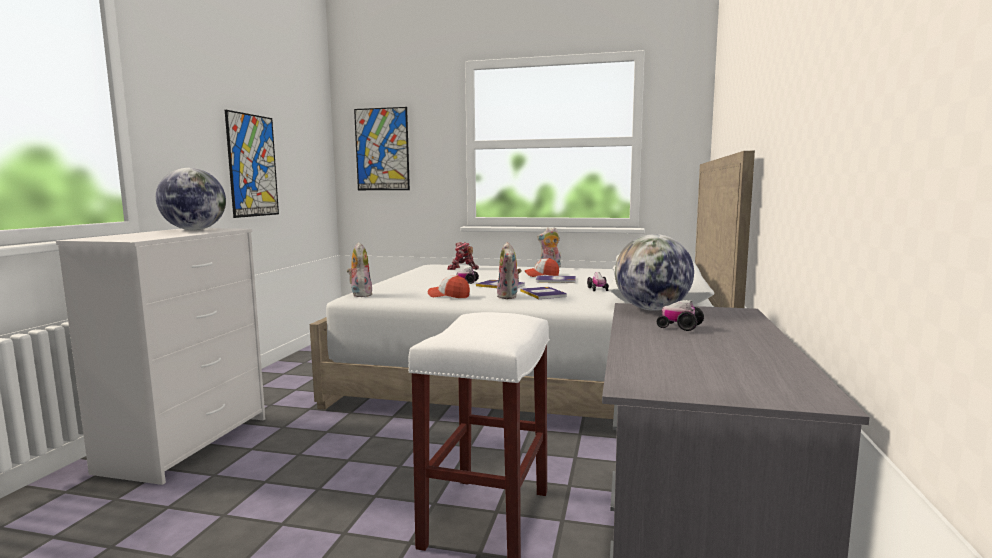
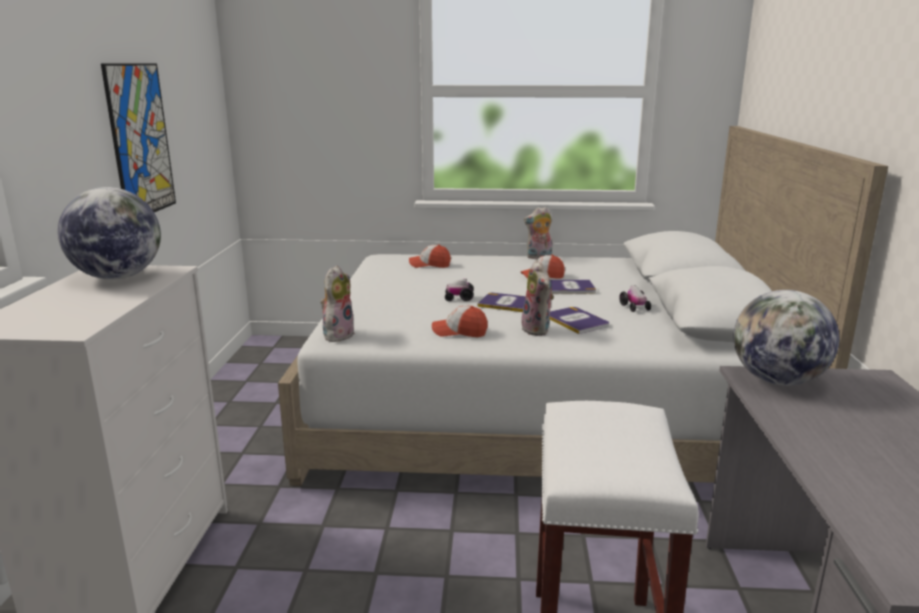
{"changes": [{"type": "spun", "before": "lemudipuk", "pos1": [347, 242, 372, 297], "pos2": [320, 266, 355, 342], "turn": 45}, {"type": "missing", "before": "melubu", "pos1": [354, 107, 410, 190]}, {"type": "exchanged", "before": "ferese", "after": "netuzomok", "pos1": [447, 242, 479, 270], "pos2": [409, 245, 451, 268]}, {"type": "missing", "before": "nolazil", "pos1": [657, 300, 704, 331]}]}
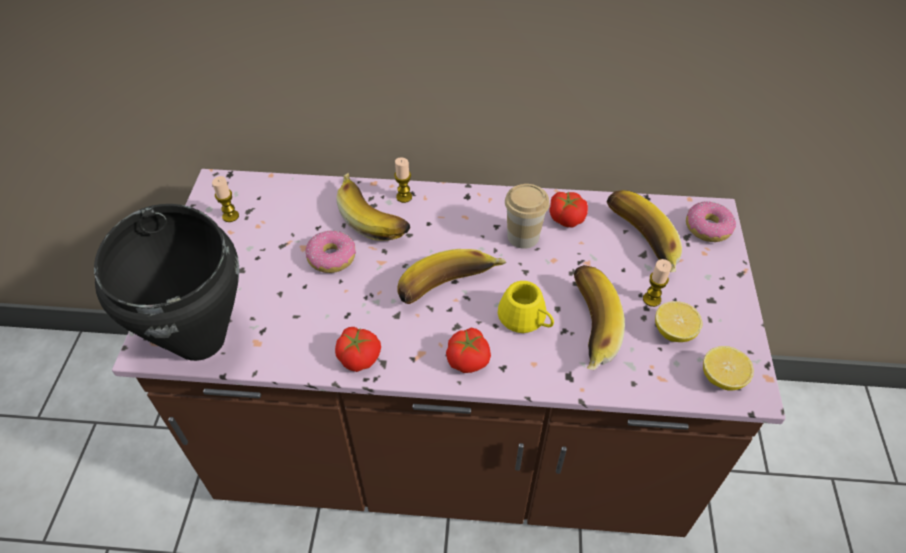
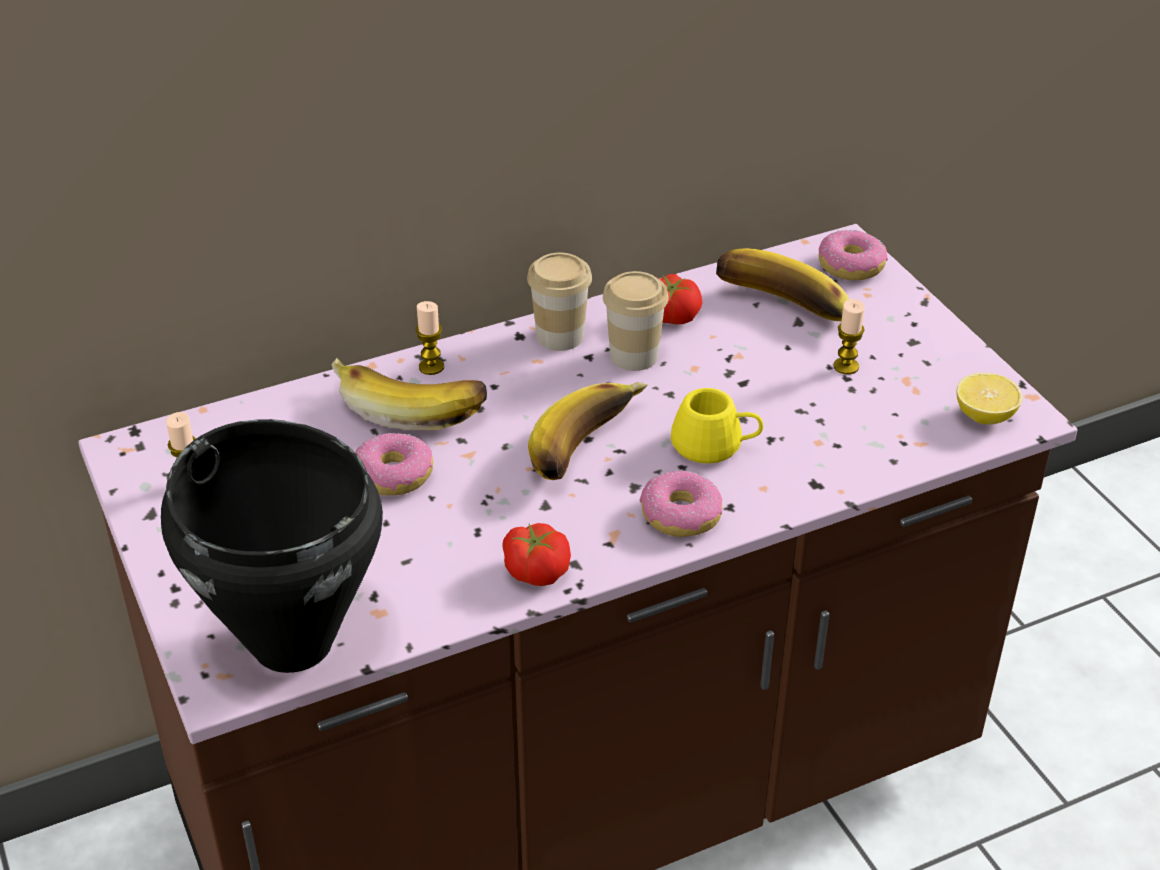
{"changes": [{"type": "exchanged", "before": "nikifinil", "after": "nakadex", "pos1": [446, 328, 491, 373], "pos2": [640, 470, 722, 537]}, {"type": "missing", "before": "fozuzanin", "pos1": [574, 265, 625, 370]}, {"type": "missing", "before": "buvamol", "pos1": [655, 301, 702, 342]}, {"type": "appeared", "after": "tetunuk", "pos2": [527, 253, 592, 351]}]}
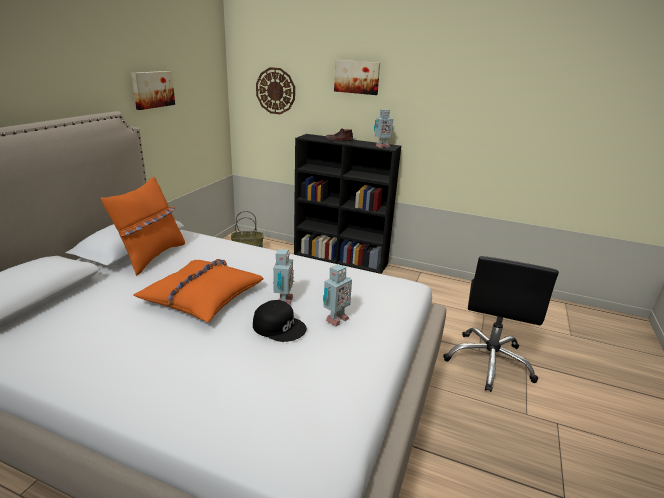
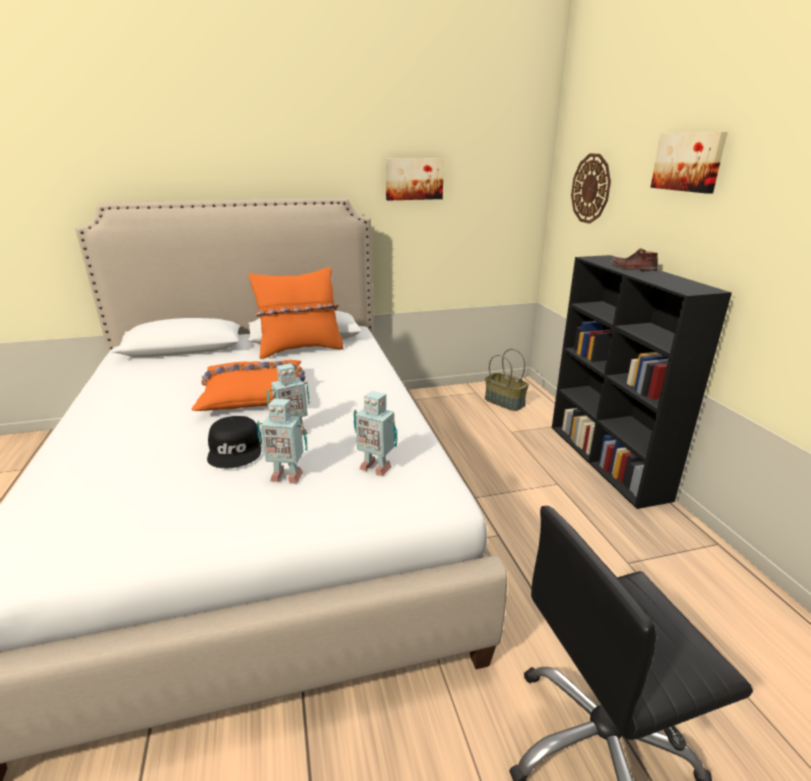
{"changes": [{"type": "relocated", "before": "ferese", "pos1": [374, 109, 393, 148], "pos2": [354, 391, 397, 476]}]}
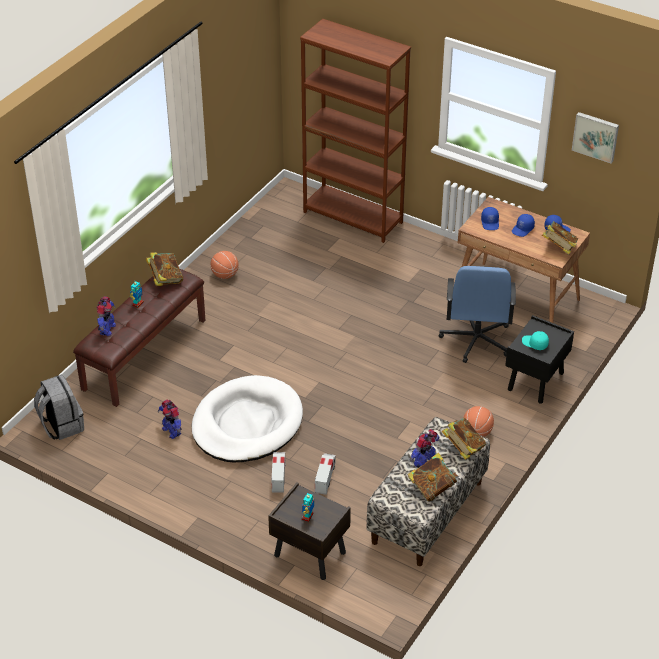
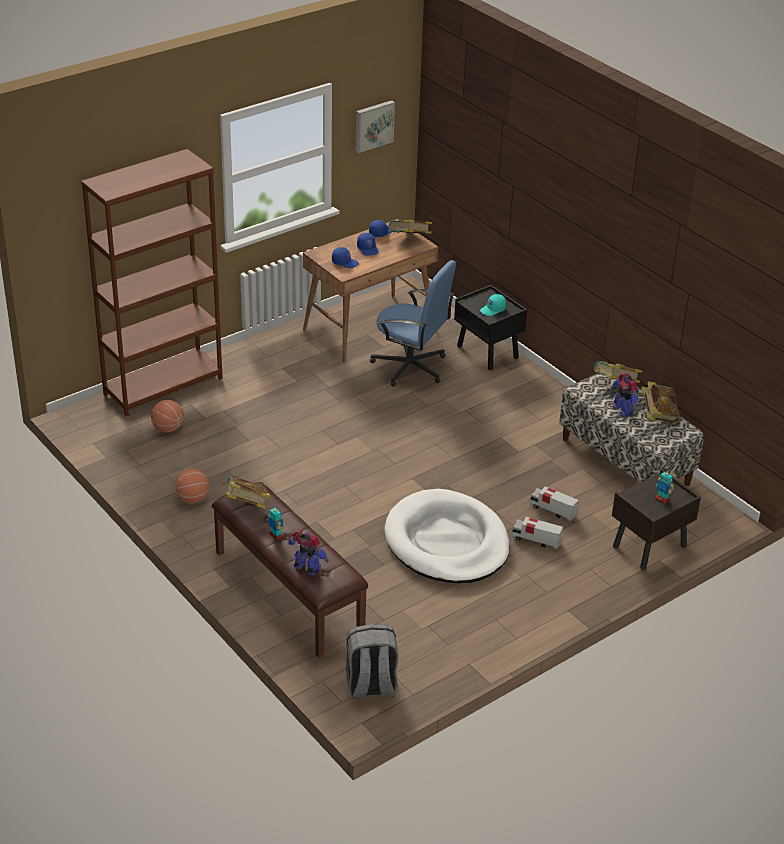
{"changes": [{"type": "missing", "before": "ferese", "pos1": [158, 400, 182, 439]}, {"type": "relocated", "before": "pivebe", "pos1": [463, 406, 494, 437], "pos2": [151, 400, 184, 433]}]}
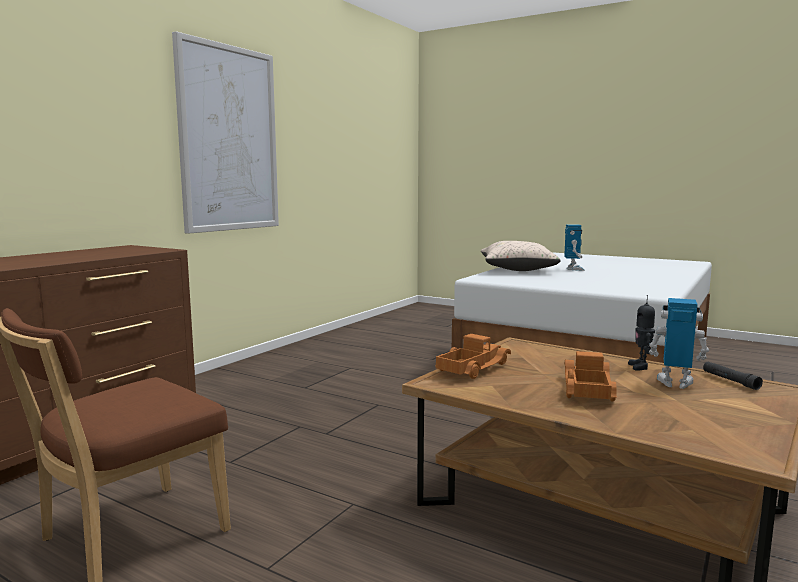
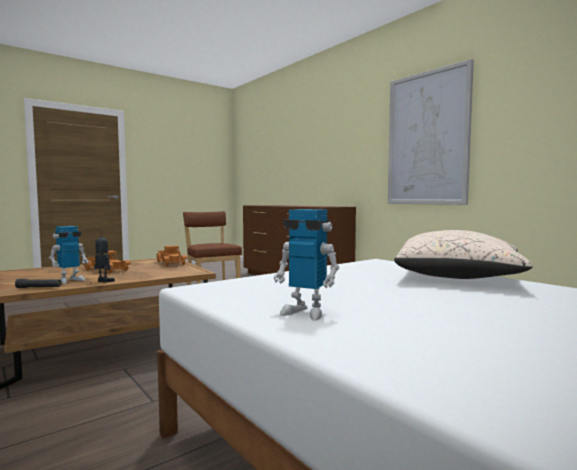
{"changes": [{"type": "relocated", "before": "ferese", "pos1": [564, 225, 585, 271], "pos2": [274, 209, 339, 321]}]}
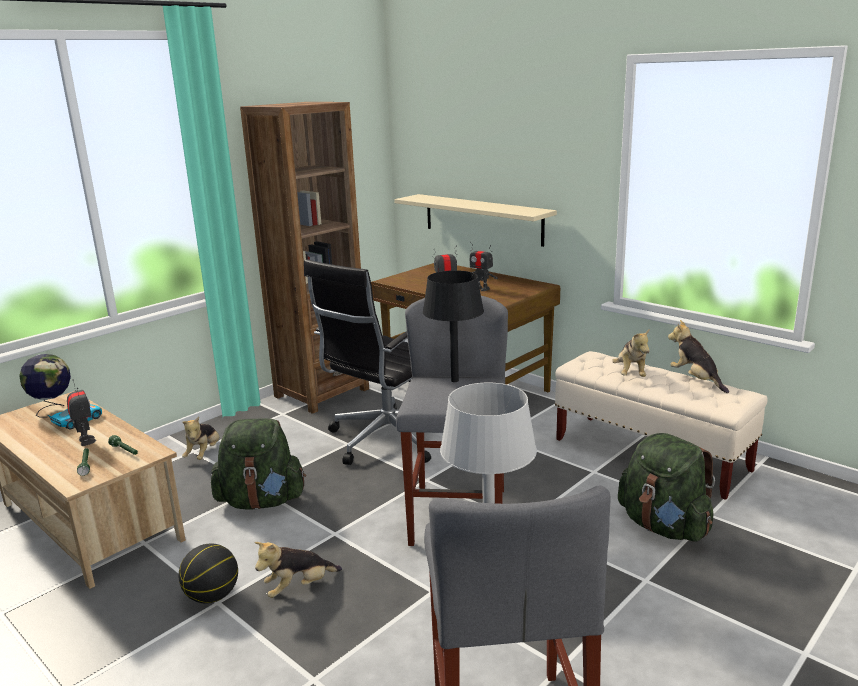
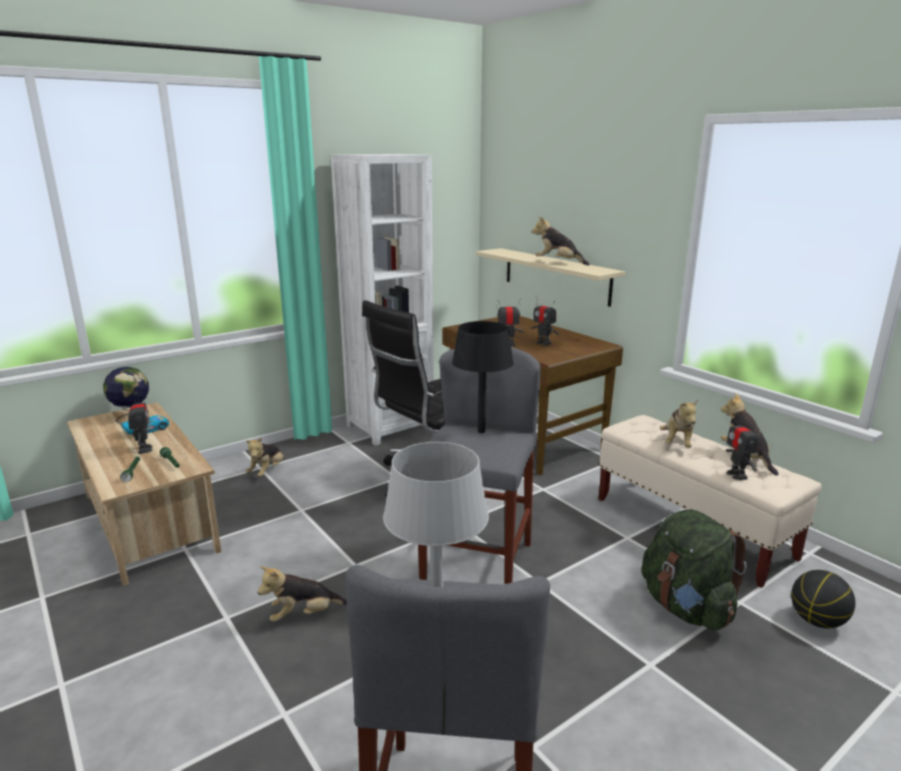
{"changes": [{"type": "relocated", "before": "pivebe", "pos1": [179, 543, 238, 603], "pos2": [791, 570, 855, 628]}, {"type": "missing", "before": "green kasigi", "pos1": [211, 418, 306, 510]}, {"type": "colour", "before": "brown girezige", "after": "white girezige", "pos1": [240, 102, 369, 414], "pos2": [331, 154, 434, 446]}, {"type": "appeared", "after": "lemudipuk", "pos2": [531, 217, 590, 266]}, {"type": "appeared", "after": "ferese", "pos2": [726, 412, 759, 480]}]}
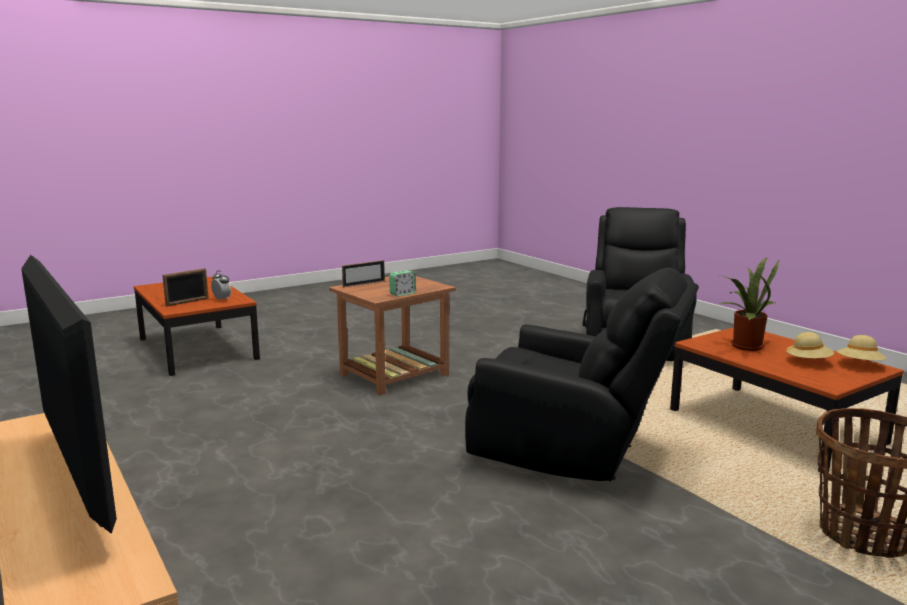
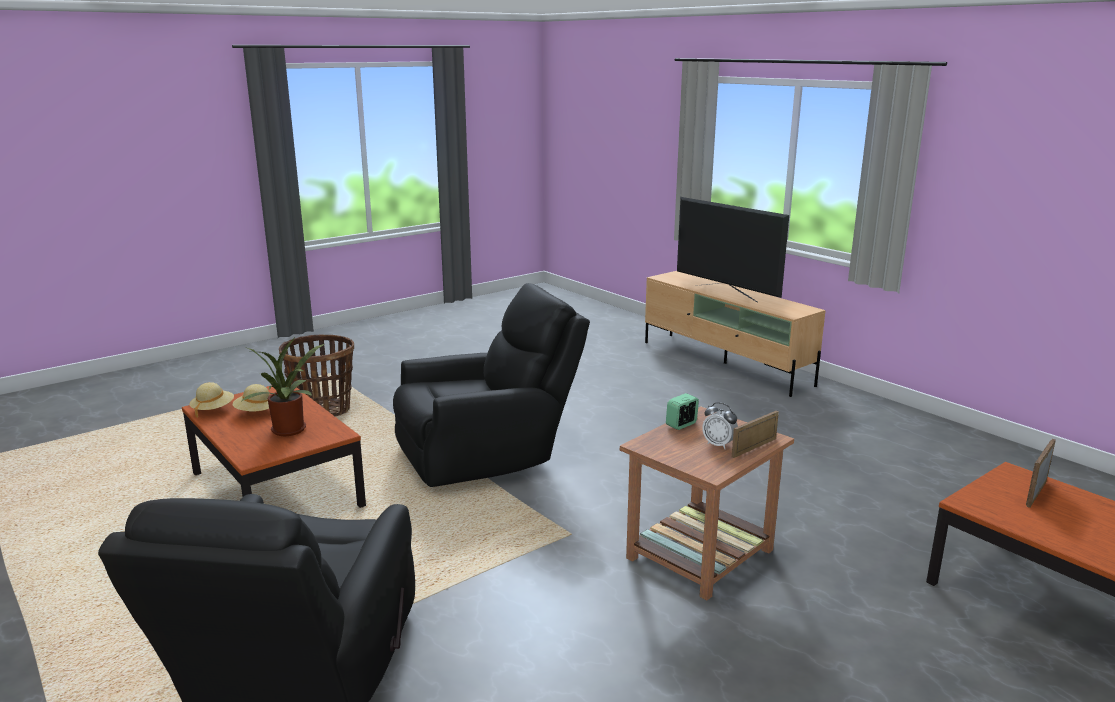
{"changes": [{"type": "relocated", "before": "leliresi", "pos1": [211, 271, 231, 300], "pos2": [702, 402, 738, 449]}, {"type": "spun", "before": "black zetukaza", "pos1": [465, 268, 699, 481], "pos2": [393, 283, 590, 487], "turn": 135}]}
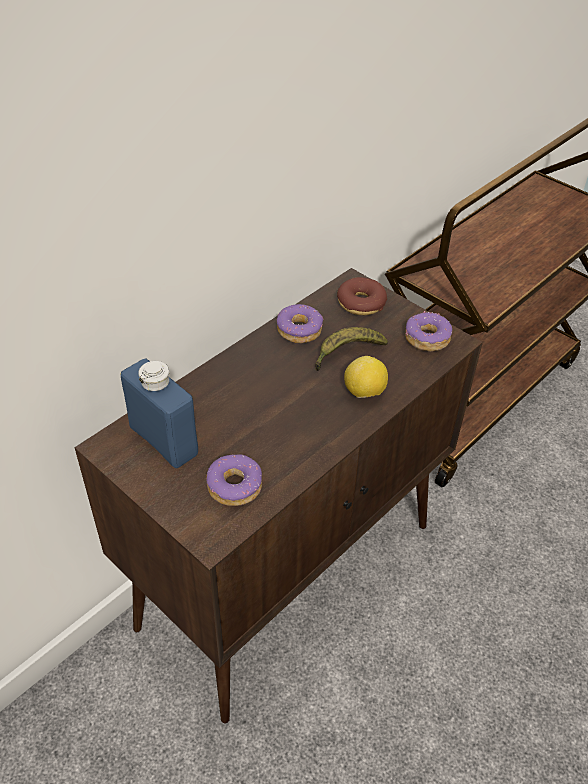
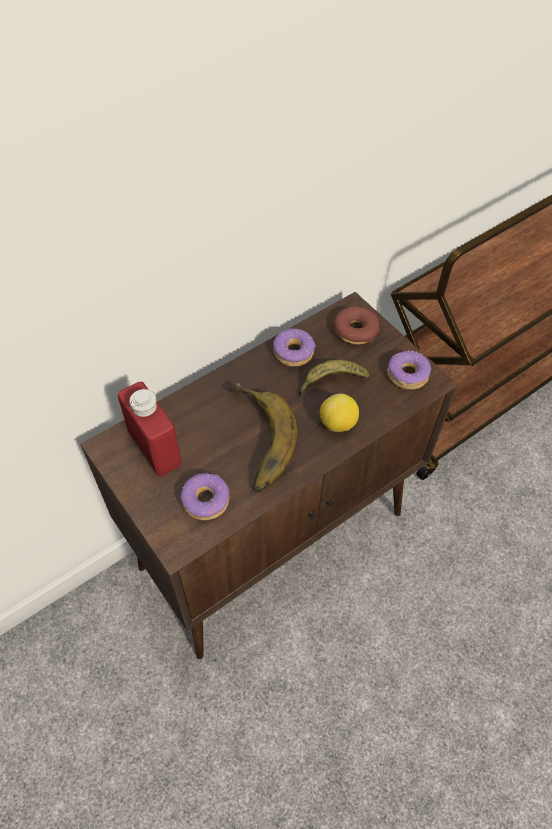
{"changes": [{"type": "colour", "before": "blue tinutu", "after": "red tinutu", "pos1": [120, 359, 198, 468], "pos2": [118, 382, 182, 476]}, {"type": "appeared", "after": "fozuzanin", "pos2": [229, 383, 298, 492]}]}
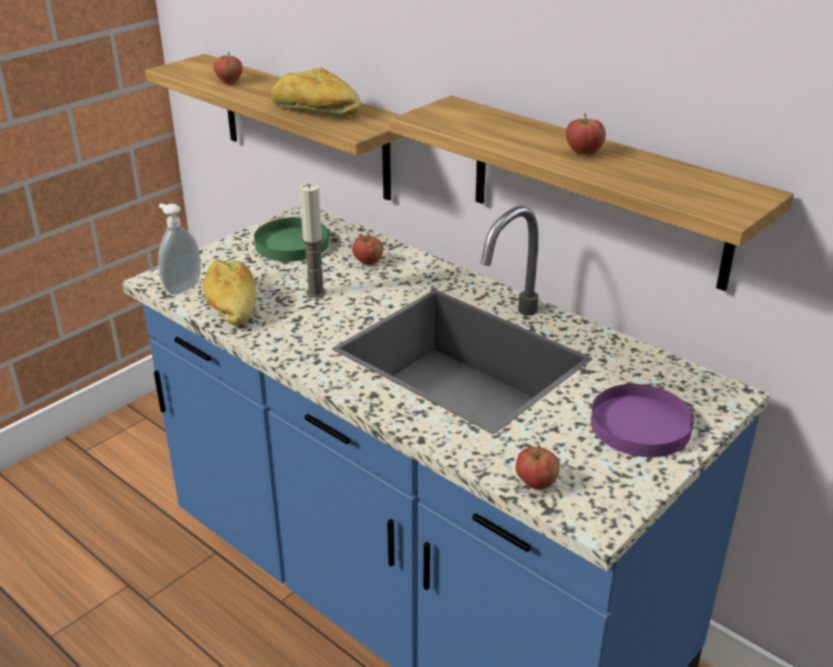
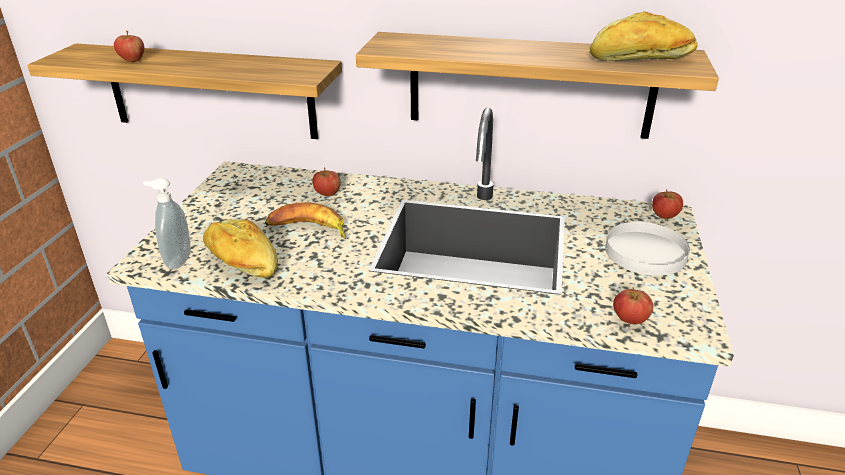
{"changes": [{"type": "missing", "before": "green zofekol", "pos1": [254, 218, 329, 262]}, {"type": "relocated", "before": "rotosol", "pos1": [271, 68, 361, 117], "pos2": [590, 11, 698, 61]}, {"type": "exchanged", "before": "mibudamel", "after": "fozuzanin", "pos1": [299, 183, 326, 298], "pos2": [265, 202, 346, 239]}, {"type": "relocated", "before": "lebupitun", "pos1": [566, 113, 606, 155], "pos2": [652, 189, 683, 219]}, {"type": "colour", "before": "purple zofekol", "after": "white zofekol", "pos1": [591, 384, 694, 457], "pos2": [605, 222, 690, 276]}]}
